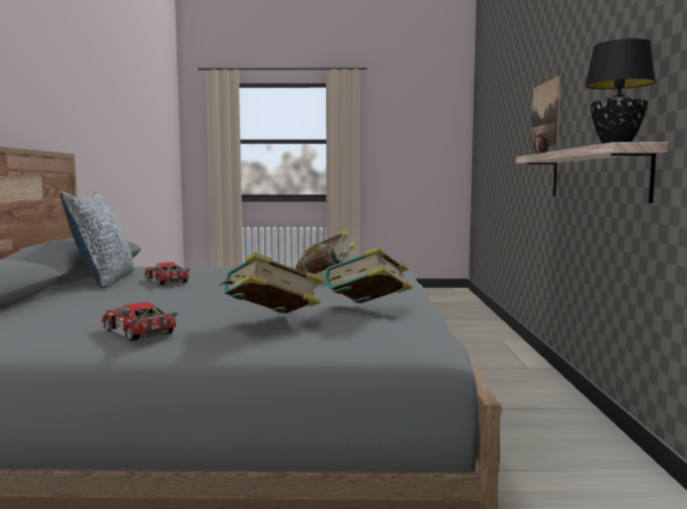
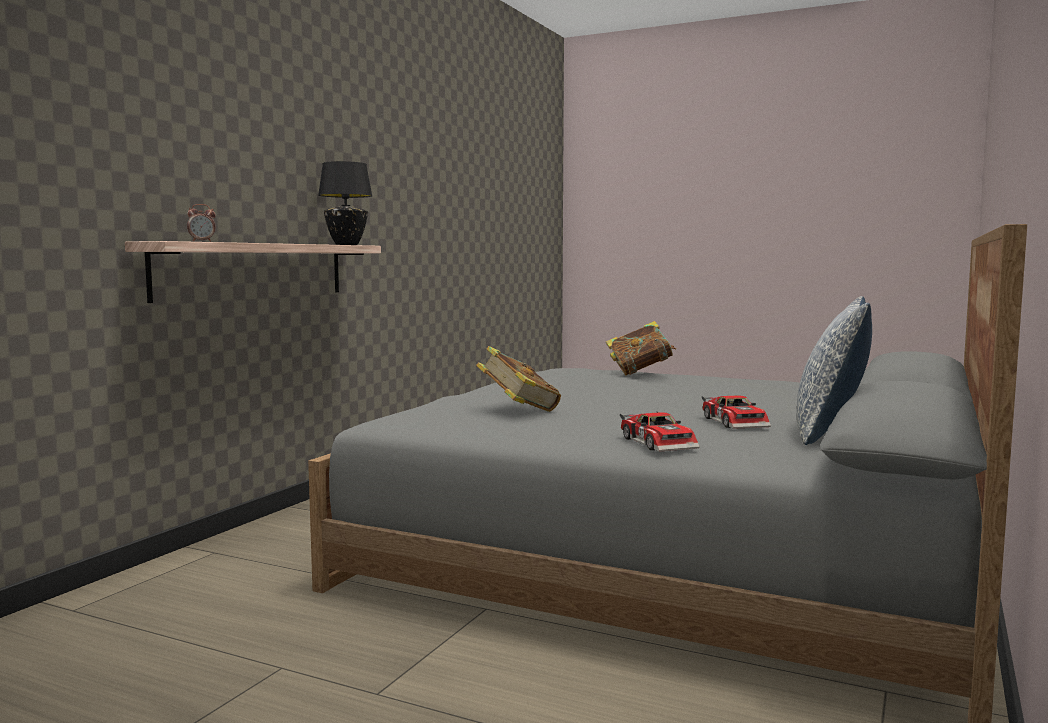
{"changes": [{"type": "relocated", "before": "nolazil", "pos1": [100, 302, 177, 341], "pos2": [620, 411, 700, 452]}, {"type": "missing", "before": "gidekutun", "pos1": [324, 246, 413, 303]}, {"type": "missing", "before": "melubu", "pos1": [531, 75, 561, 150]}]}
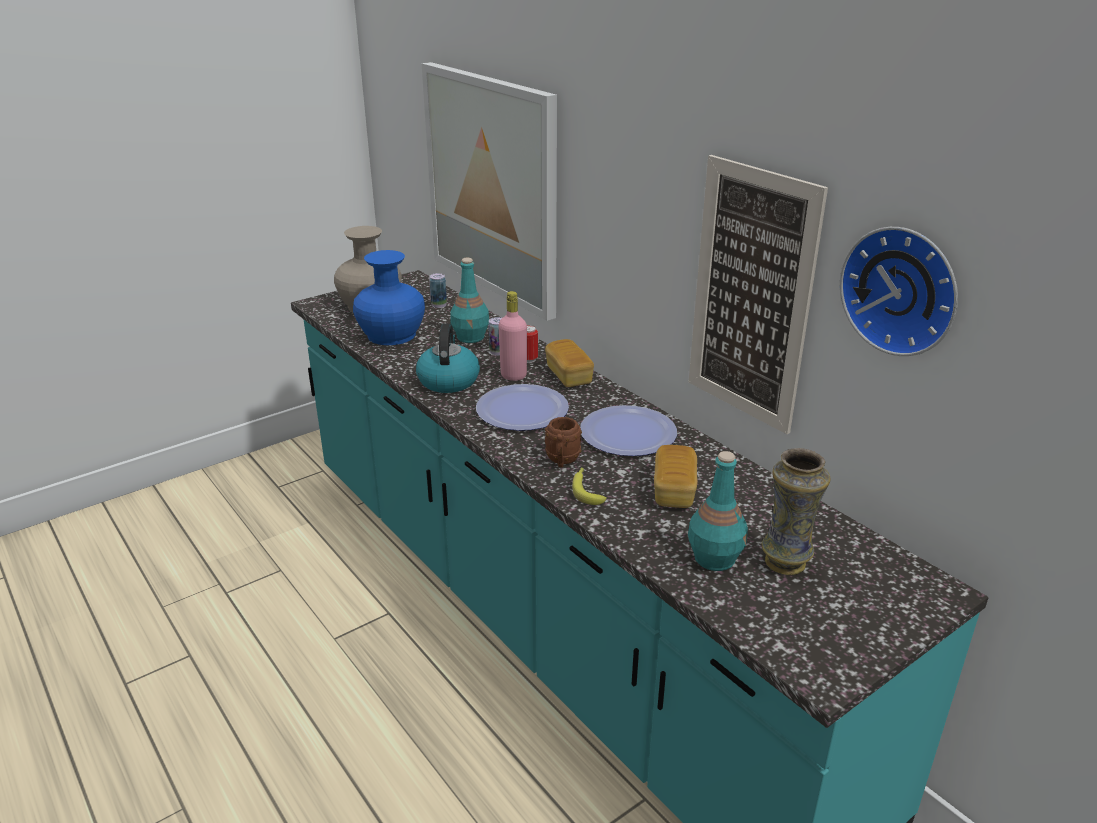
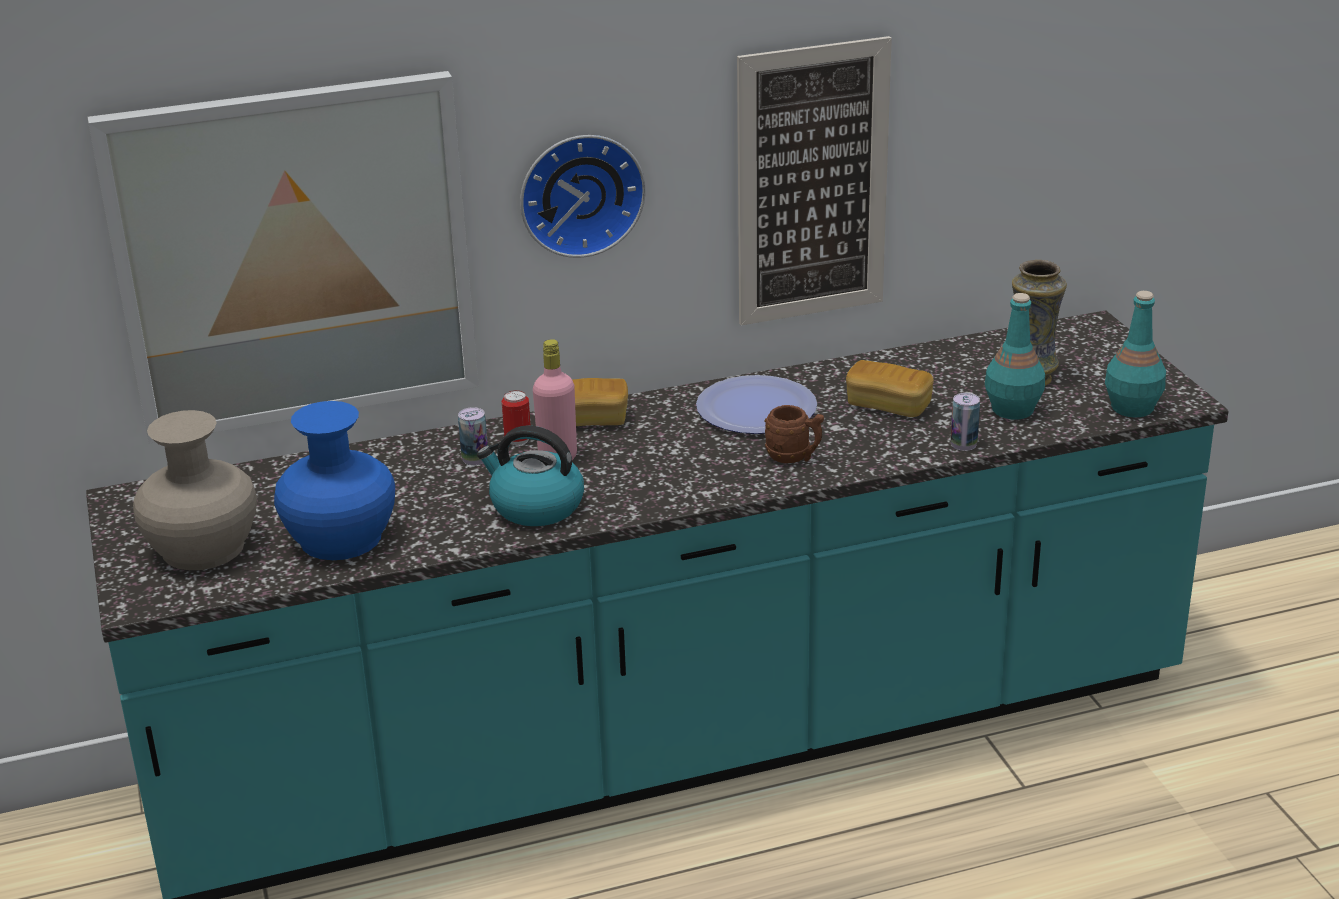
{"changes": [{"type": "relocated", "before": "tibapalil", "pos1": [429, 273, 447, 308], "pos2": [950, 393, 980, 451]}, {"type": "relocated", "before": "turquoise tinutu", "pos1": [450, 258, 489, 343], "pos2": [1105, 291, 1166, 417]}, {"type": "missing", "before": "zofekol", "pos1": [476, 384, 569, 431]}, {"type": "missing", "before": "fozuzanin", "pos1": [572, 467, 607, 505]}, {"type": "relocated", "before": "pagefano", "pos1": [840, 227, 958, 356], "pos2": [520, 135, 646, 258]}]}
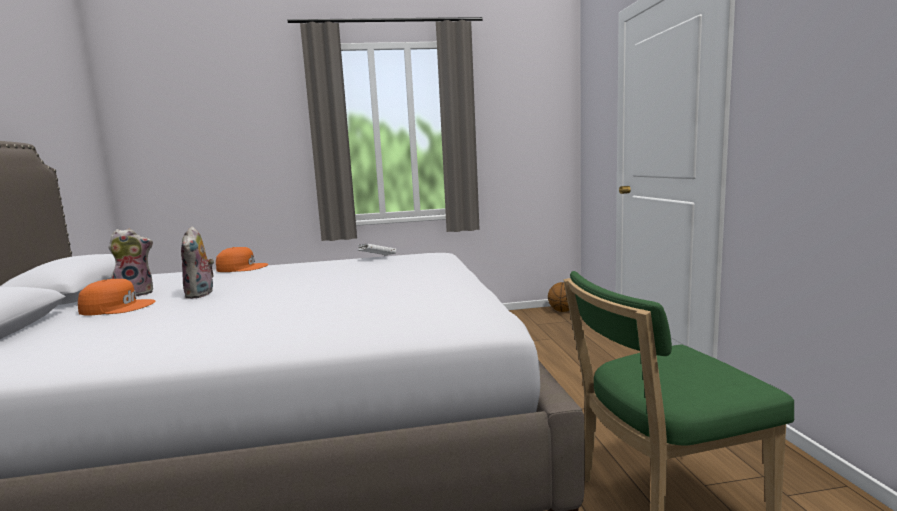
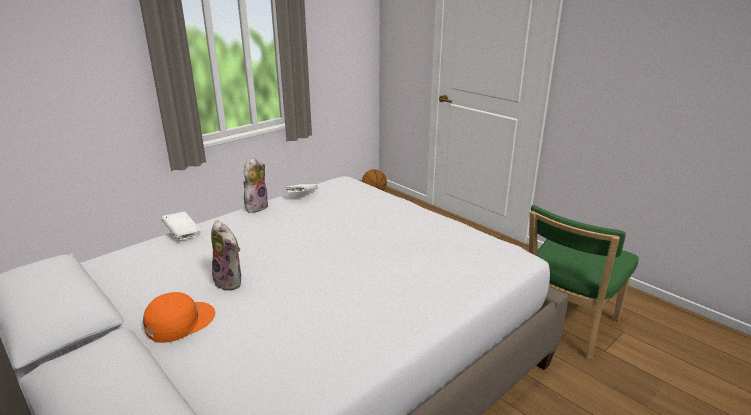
{"changes": [{"type": "relocated", "before": "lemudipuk", "pos1": [108, 229, 153, 296], "pos2": [243, 158, 268, 213]}, {"type": "exchanged", "before": "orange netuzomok", "after": "white gidekutun", "pos1": [216, 247, 268, 272], "pos2": [161, 212, 201, 240]}]}
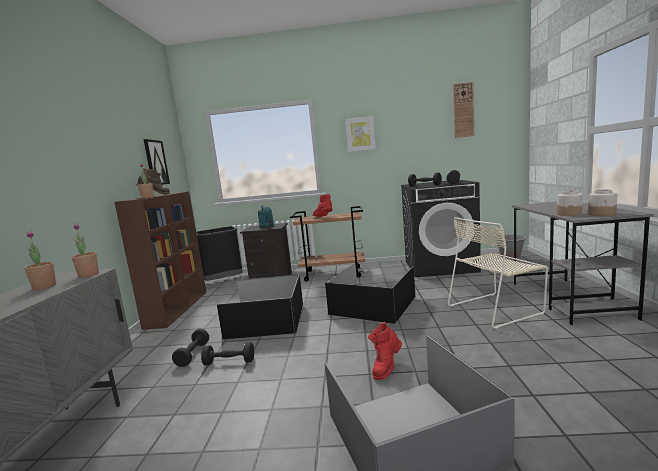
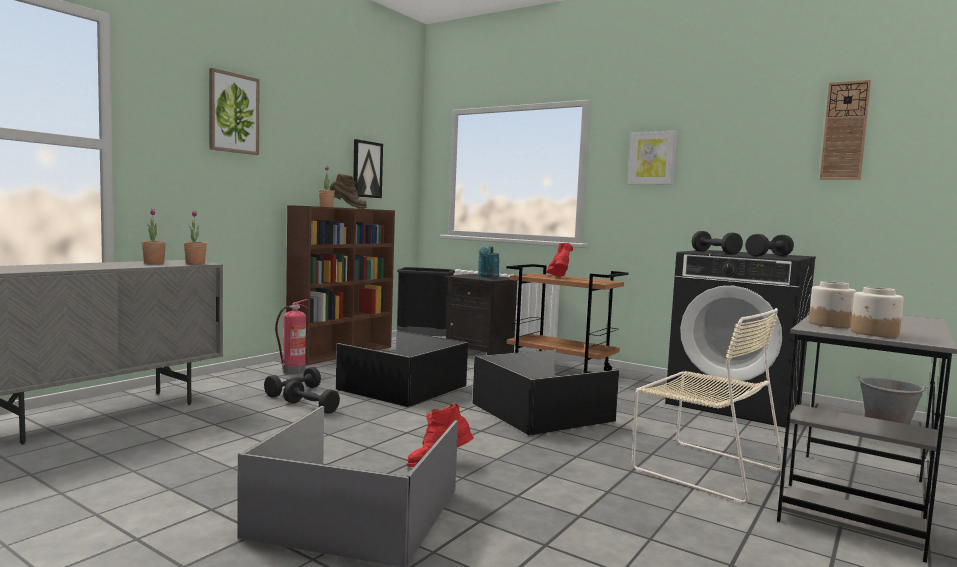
{"changes": [{"type": "spun", "before": "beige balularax", "pos1": [448, 217, 548, 329], "pos2": [632, 308, 783, 504], "turn": -150}, {"type": "appeared", "after": "melubu", "pos2": [209, 68, 260, 155]}, {"type": "appeared", "after": "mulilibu", "pos2": [275, 299, 308, 374]}]}
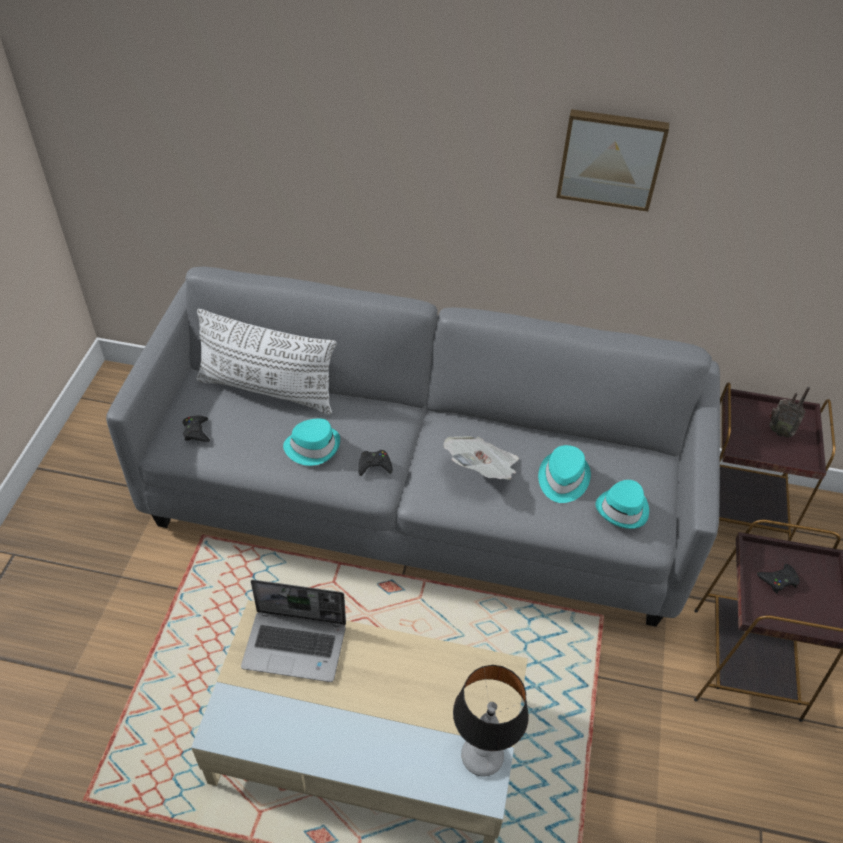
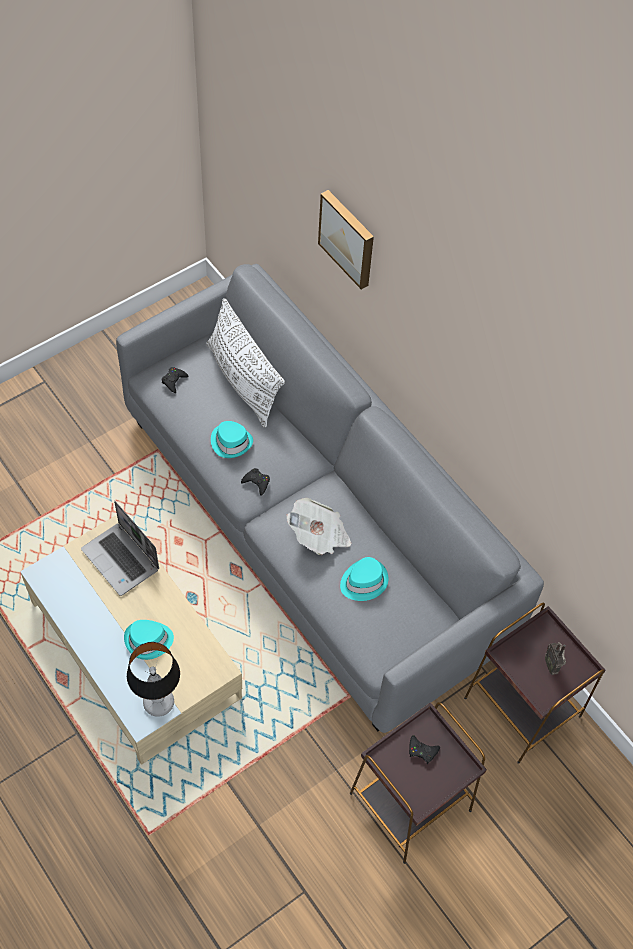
{"changes": [{"type": "relocated", "before": "melubu", "pos1": [556, 109, 670, 212], "pos2": [318, 190, 374, 289]}, {"type": "relocated", "before": "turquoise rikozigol", "pos1": [595, 480, 649, 529], "pos2": [124, 620, 174, 660]}]}
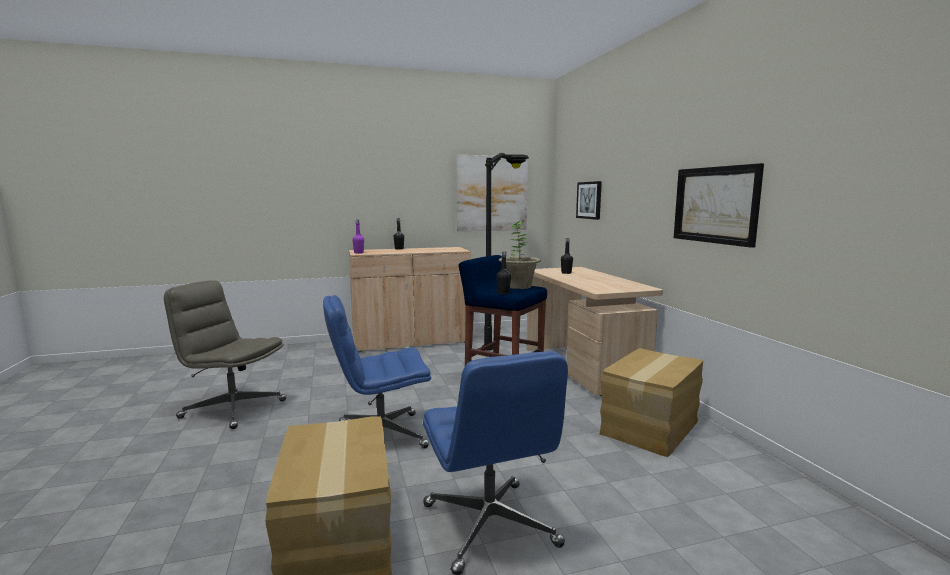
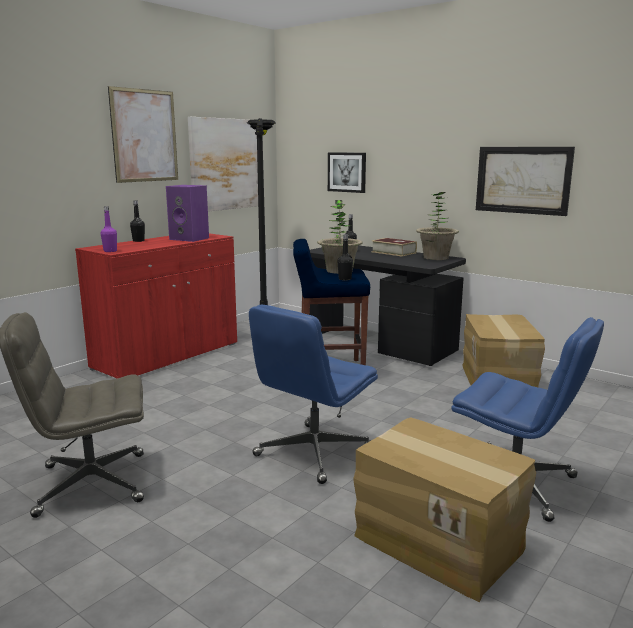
{"changes": [{"type": "colour", "before": "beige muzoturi", "after": "red muzoturi", "pos1": [349, 247, 471, 352], "pos2": [75, 233, 237, 379]}, {"type": "colour", "before": "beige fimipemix", "after": "black fimipemix", "pos1": [526, 267, 663, 396], "pos2": [310, 245, 466, 366]}, {"type": "appeared", "after": "melubu", "pos2": [108, 86, 178, 183]}, {"type": "appeared", "after": "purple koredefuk", "pos2": [166, 185, 209, 242]}, {"type": "appeared", "after": "gidekutun", "pos2": [371, 238, 417, 257]}, {"type": "appeared", "after": "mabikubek", "pos2": [416, 192, 459, 260]}]}
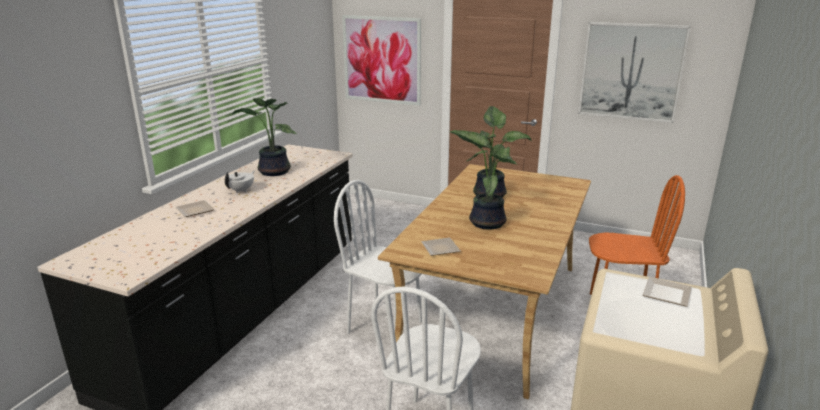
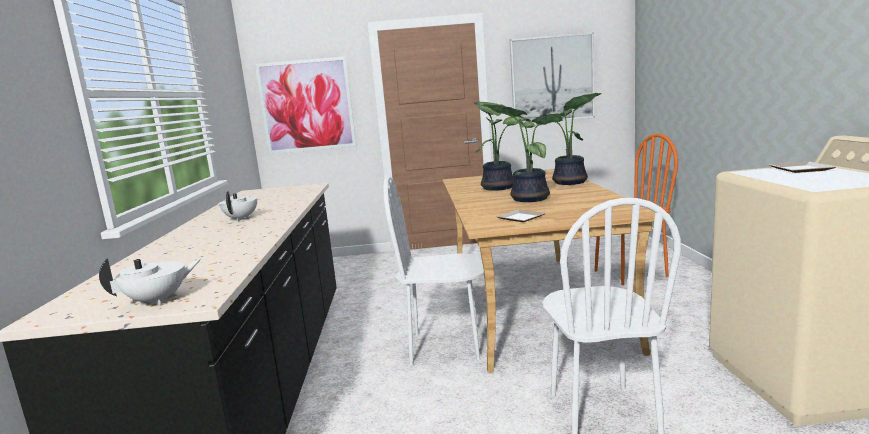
{"changes": [{"type": "missing", "before": "zofekol", "pos1": [176, 200, 214, 217]}, {"type": "relocated", "before": "mabikubek", "pos1": [232, 98, 297, 176], "pos2": [536, 93, 602, 185]}, {"type": "appeared", "after": "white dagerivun", "pos2": [99, 258, 201, 306]}]}
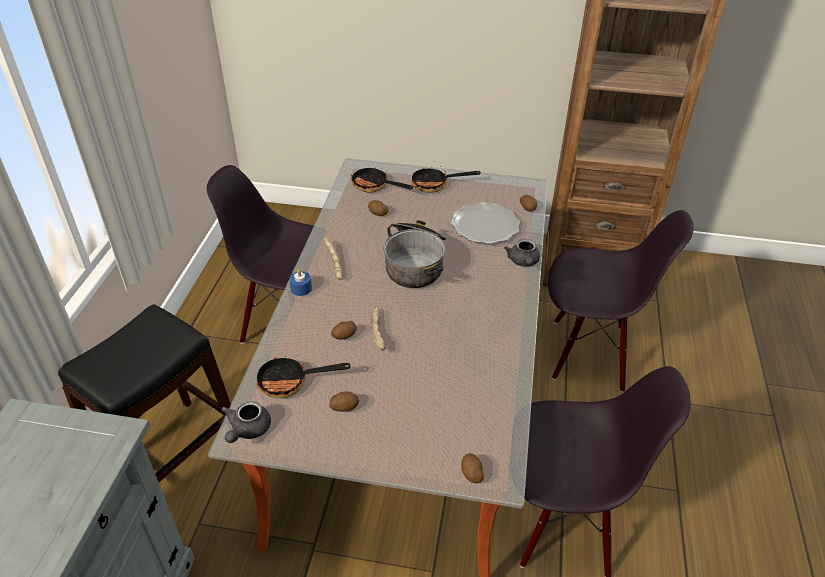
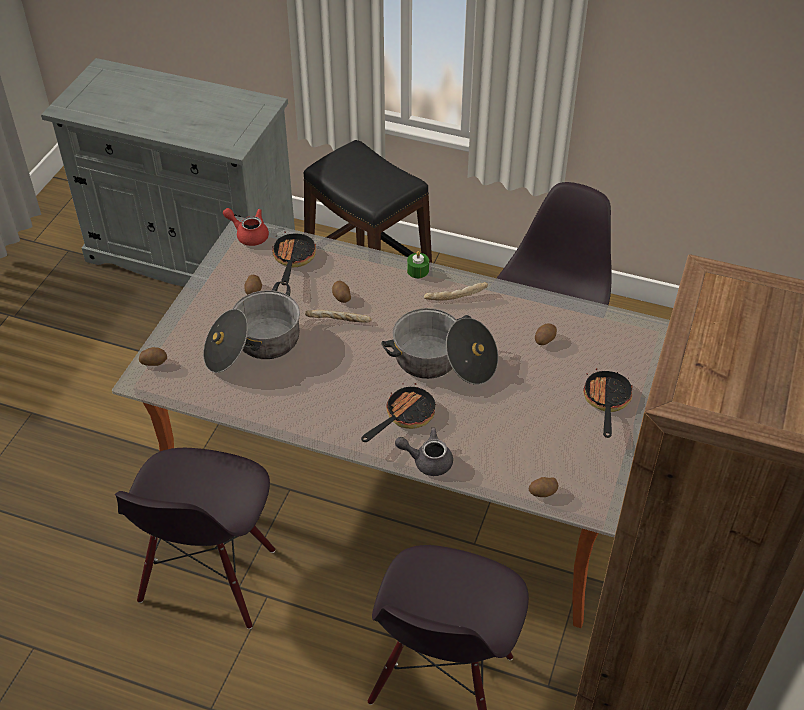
{"changes": [{"type": "colour", "before": "grey dagerivun", "after": "red dagerivun", "pos1": [221, 401, 271, 443], "pos2": [223, 208, 269, 246]}, {"type": "colour", "before": "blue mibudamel", "after": "green mibudamel", "pos1": [289, 269, 312, 296], "pos2": [407, 251, 429, 278]}, {"type": "relocated", "before": "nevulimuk", "pos1": [351, 164, 413, 193], "pos2": [361, 383, 436, 442]}, {"type": "missing", "before": "zofekol", "pos1": [451, 202, 520, 244]}, {"type": "appeared", "after": "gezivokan", "pos2": [203, 282, 300, 373]}]}
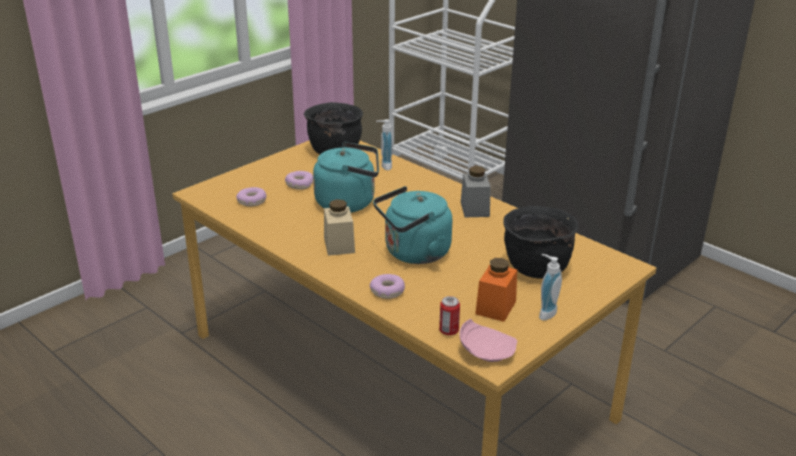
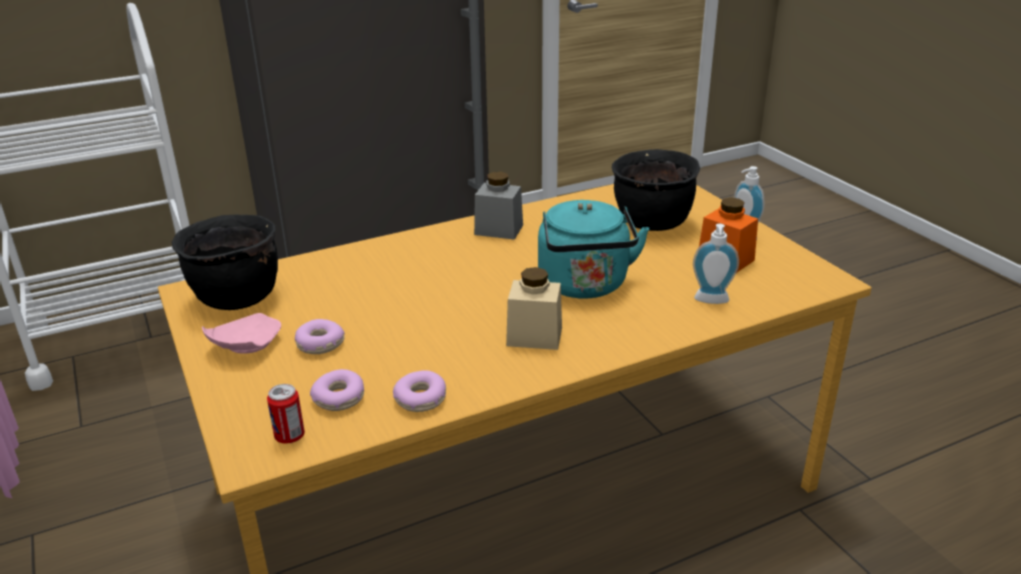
{"changes": [{"type": "missing", "before": "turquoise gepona", "pos1": [313, 142, 379, 213]}, {"type": "relocated", "before": "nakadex", "pos1": [370, 274, 405, 299], "pos2": [393, 370, 446, 412]}, {"type": "relocated", "before": "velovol", "pos1": [376, 119, 393, 170], "pos2": [693, 224, 739, 304]}, {"type": "relocated", "before": "tibapalil", "pos1": [439, 296, 460, 335], "pos2": [267, 384, 305, 444]}, {"type": "relocated", "before": "pink zofekol", "pos1": [459, 319, 517, 362], "pos2": [202, 313, 281, 354]}]}
